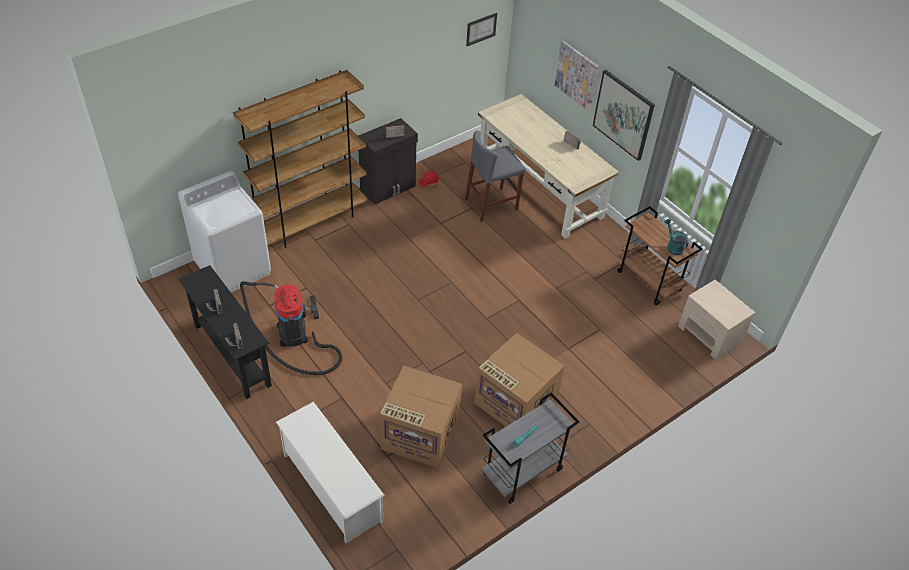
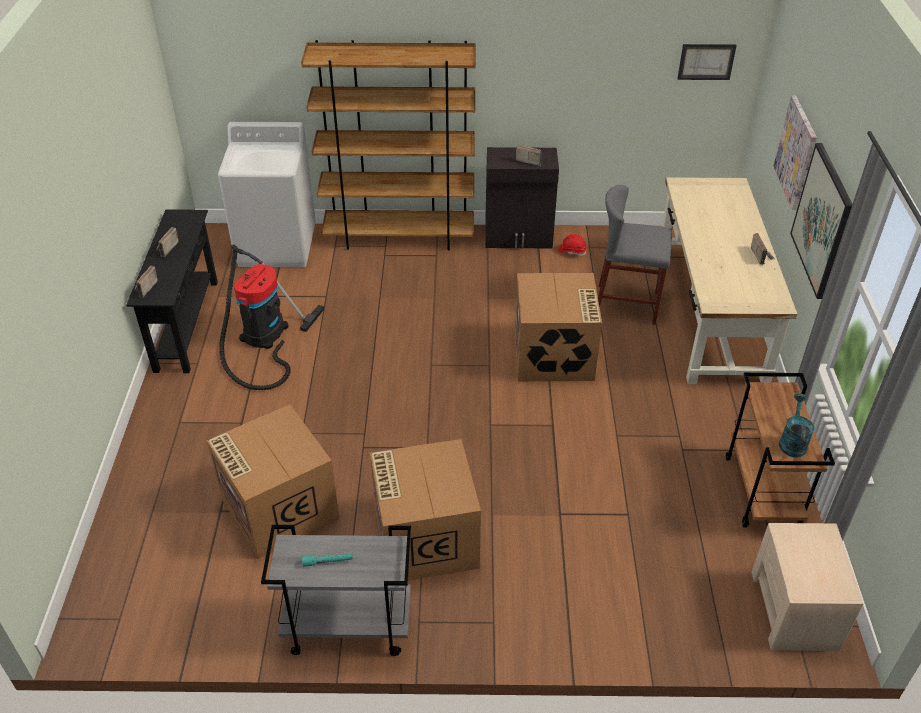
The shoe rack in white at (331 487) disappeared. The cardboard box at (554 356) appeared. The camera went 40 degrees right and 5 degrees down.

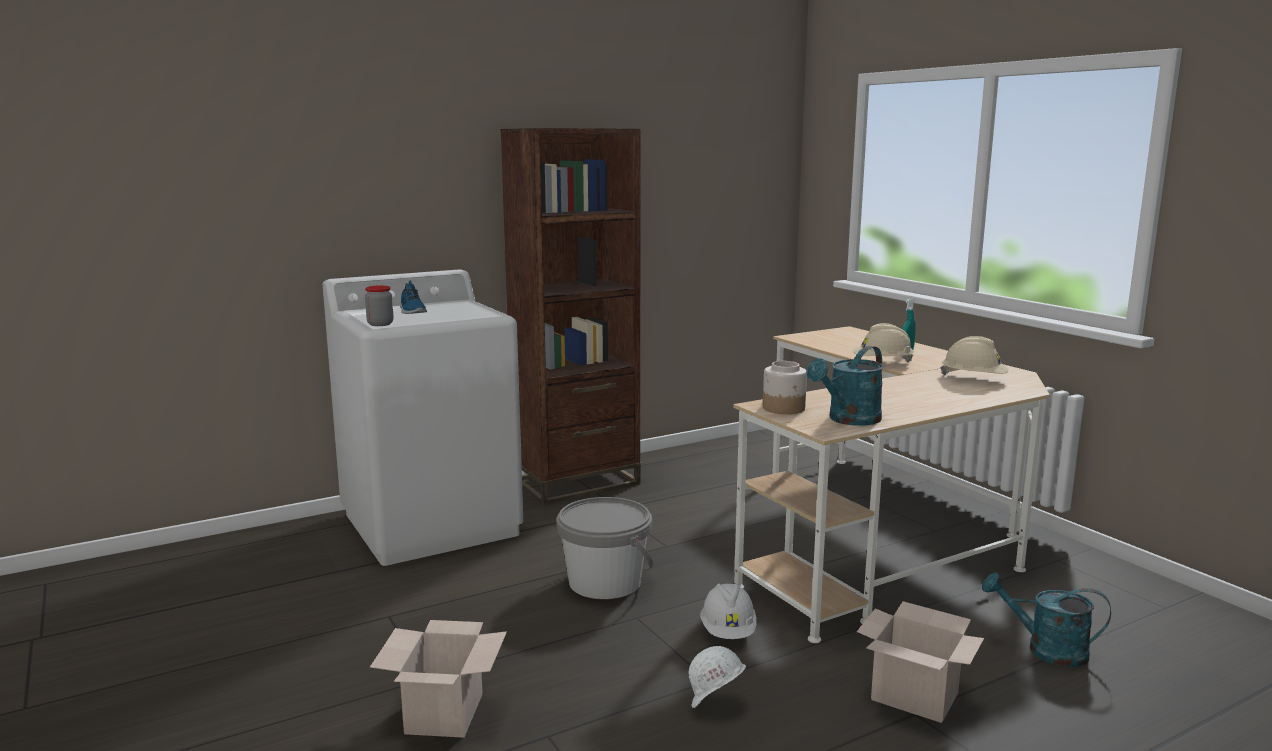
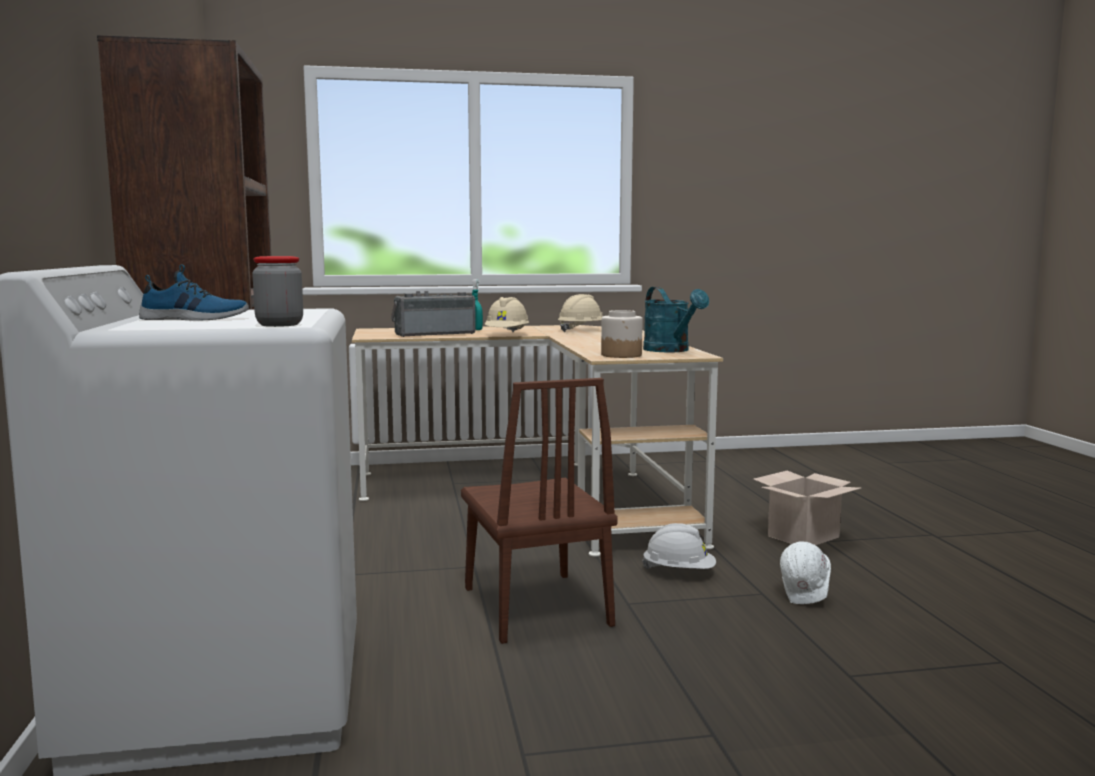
The cardboard box at (443 712) disappeared. The bucket in grey at (605 582) was replaced by the chair in brown at (535 606). The watering can in turquoise at (1046 650) disappeared. The radio at (434 334) appeared. The camera went 70 degrees left and 5 degrees down.

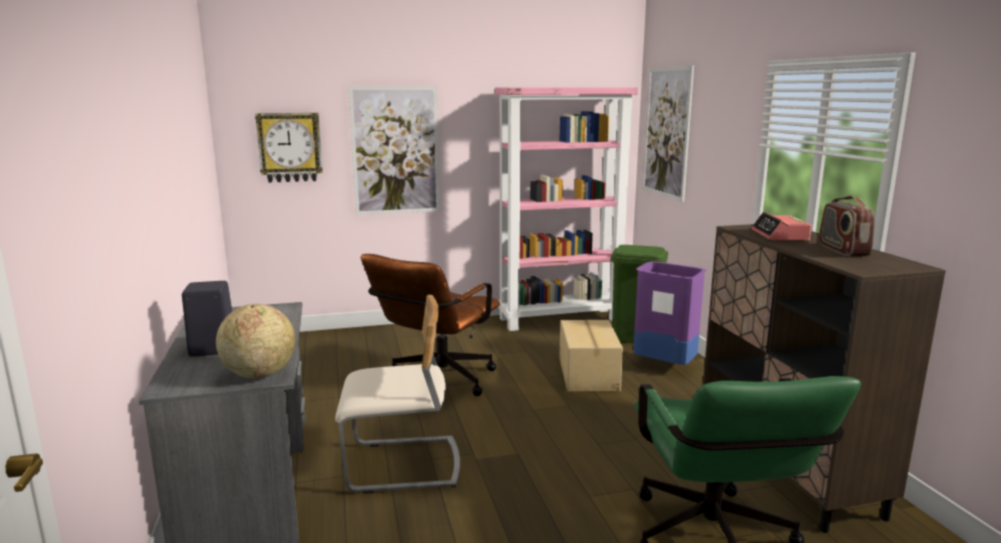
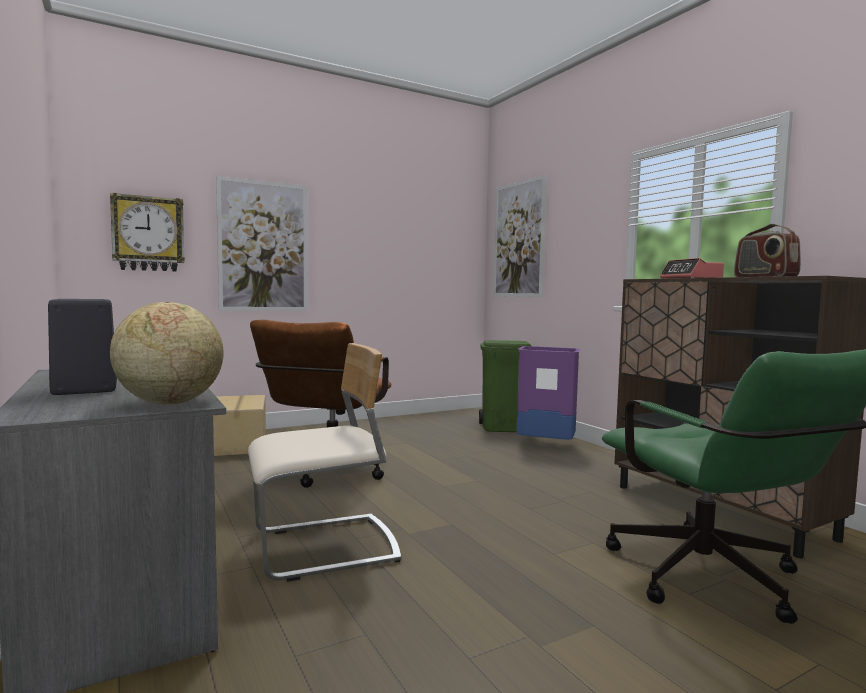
The bookcase in pink at (560 319) disappeared. The cardboard box moved from (589 374) to (240 444). The camera went 15 degrees left and 10 degrees down.

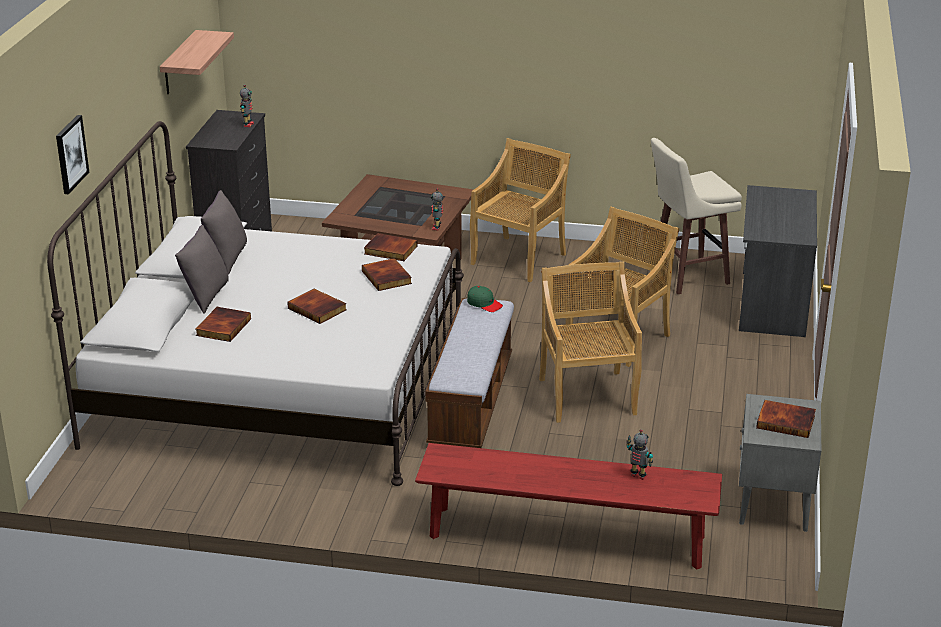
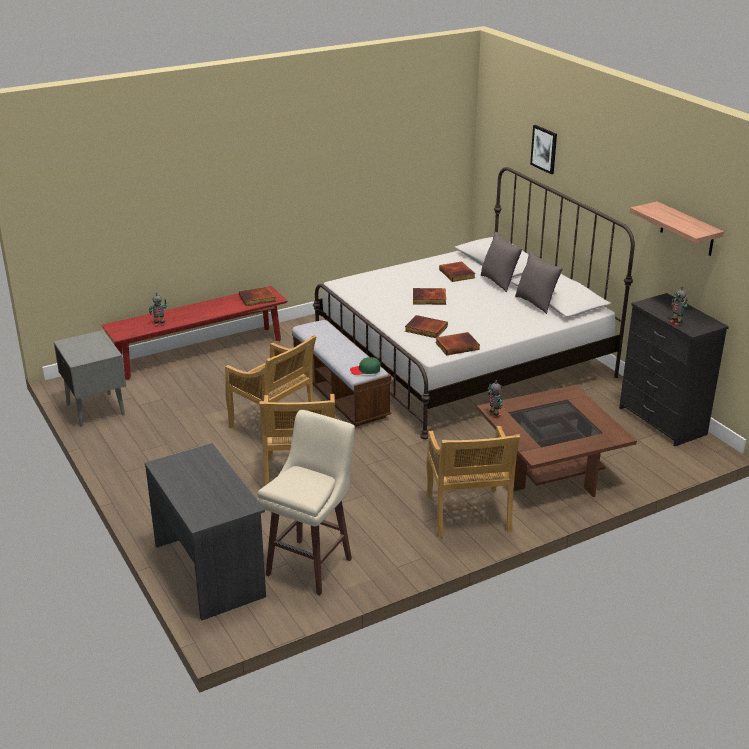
The book moved from (786 421) to (257 299). The camera went 140 degrees right and 0 degrees up.

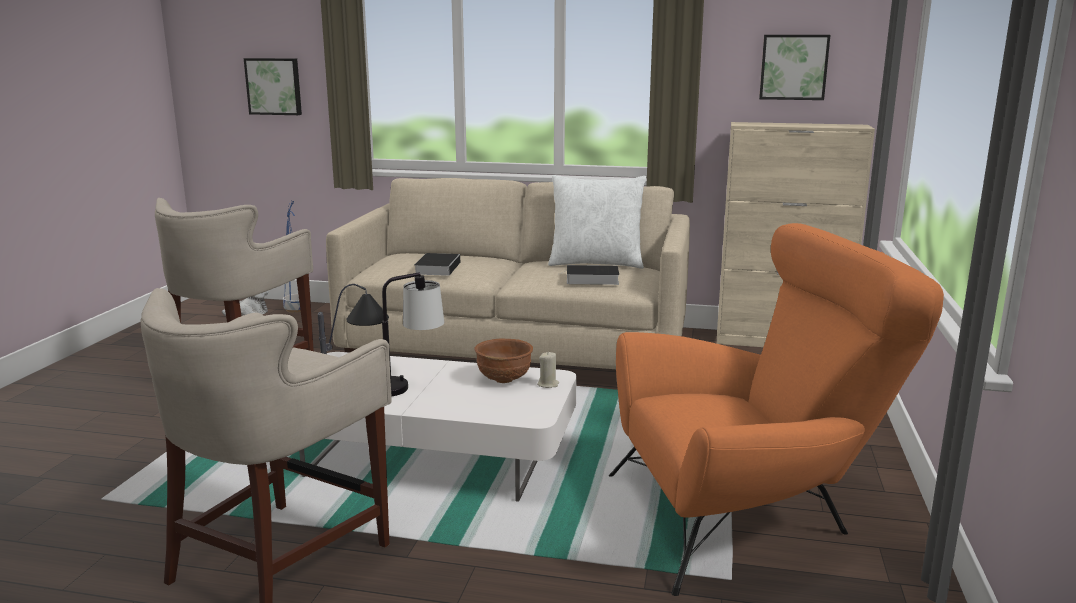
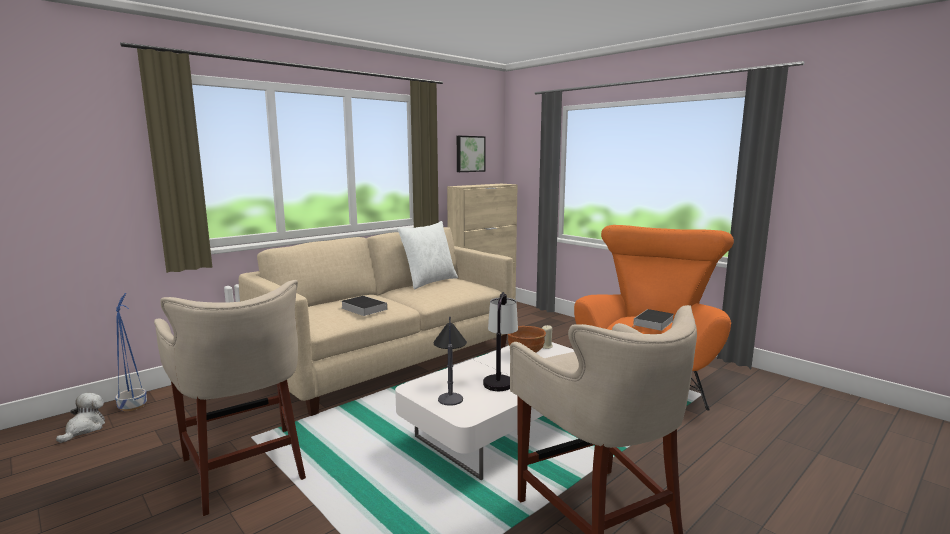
The picture at (274 86) disappeared. The book moved from (590 279) to (653 323). The camera went 55 degrees left and 5 degrees down.

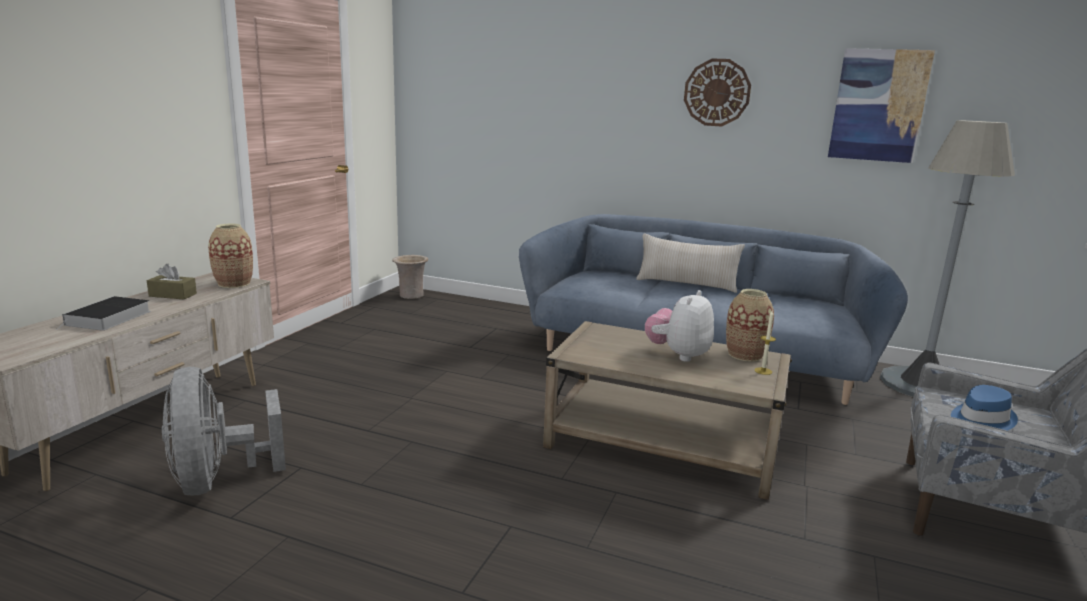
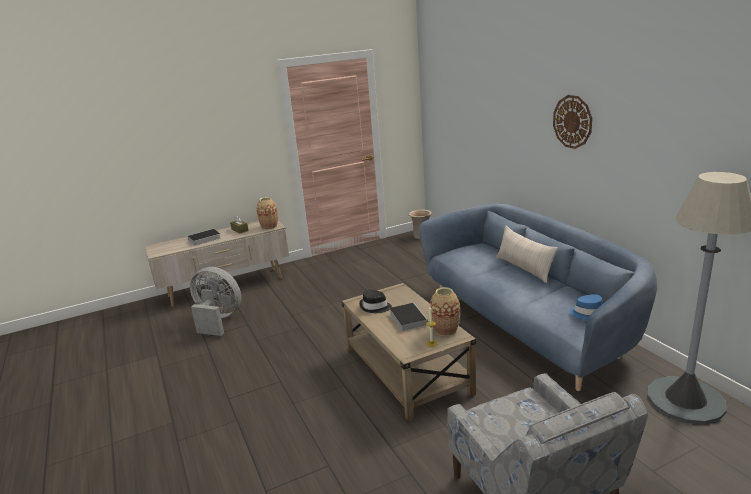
The fan in grey at (218 480) turned 90 degrees clockwise. The plush toy at (678 355) was replaced by the book at (407 319). The picture at (878 105) disappeared. The hat in blue moved from (980 419) to (588 312). The hat in black at (375 307) appeared. The camera went 45 degrees right and 5 degrees up.

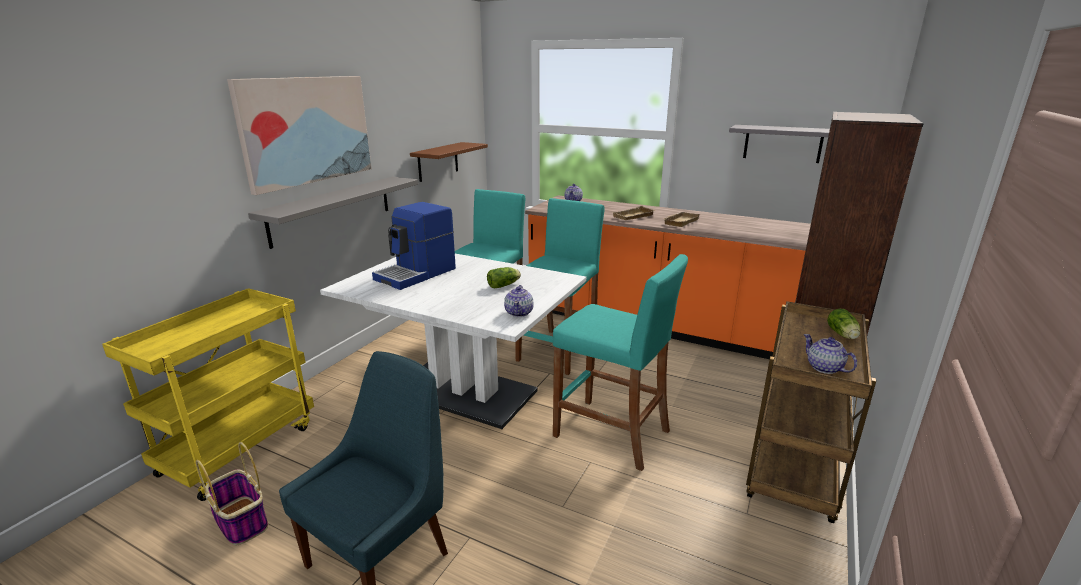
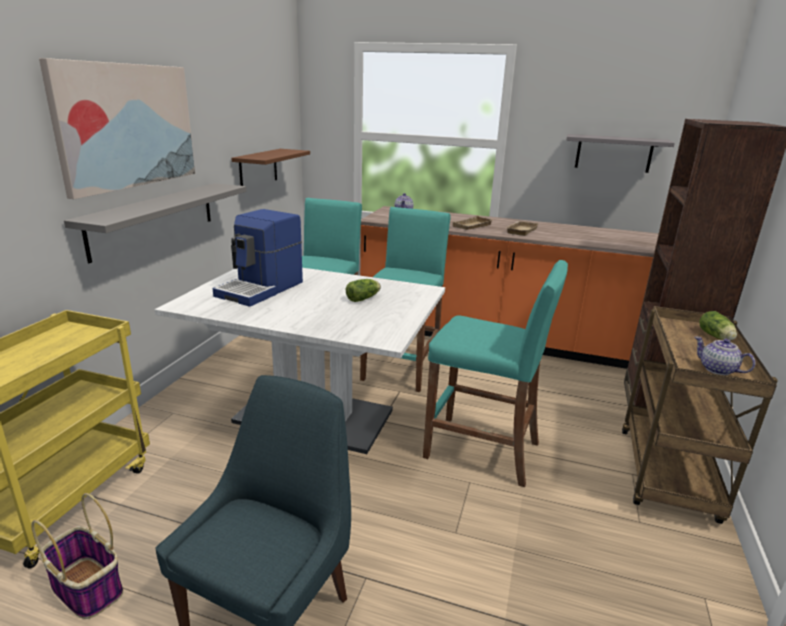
The teapot at (519 312) disappeared. The camera went 10 degrees left and 0 degrees up.

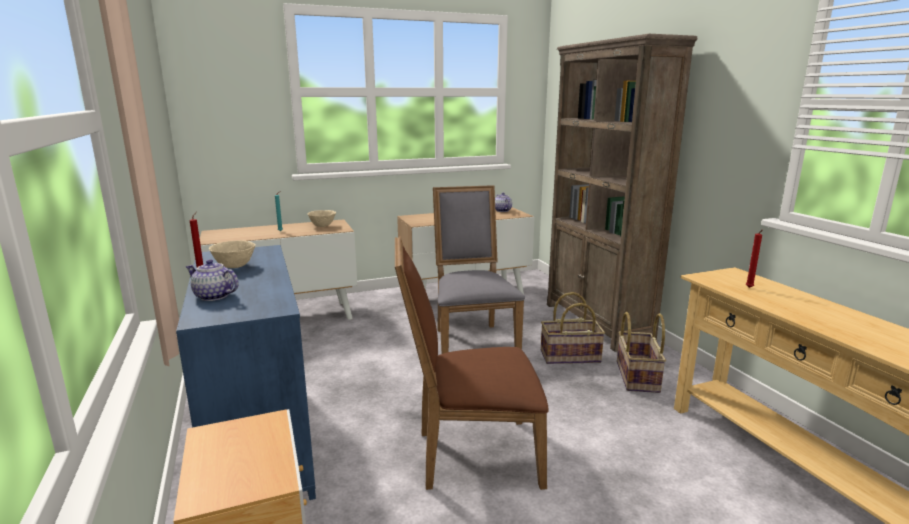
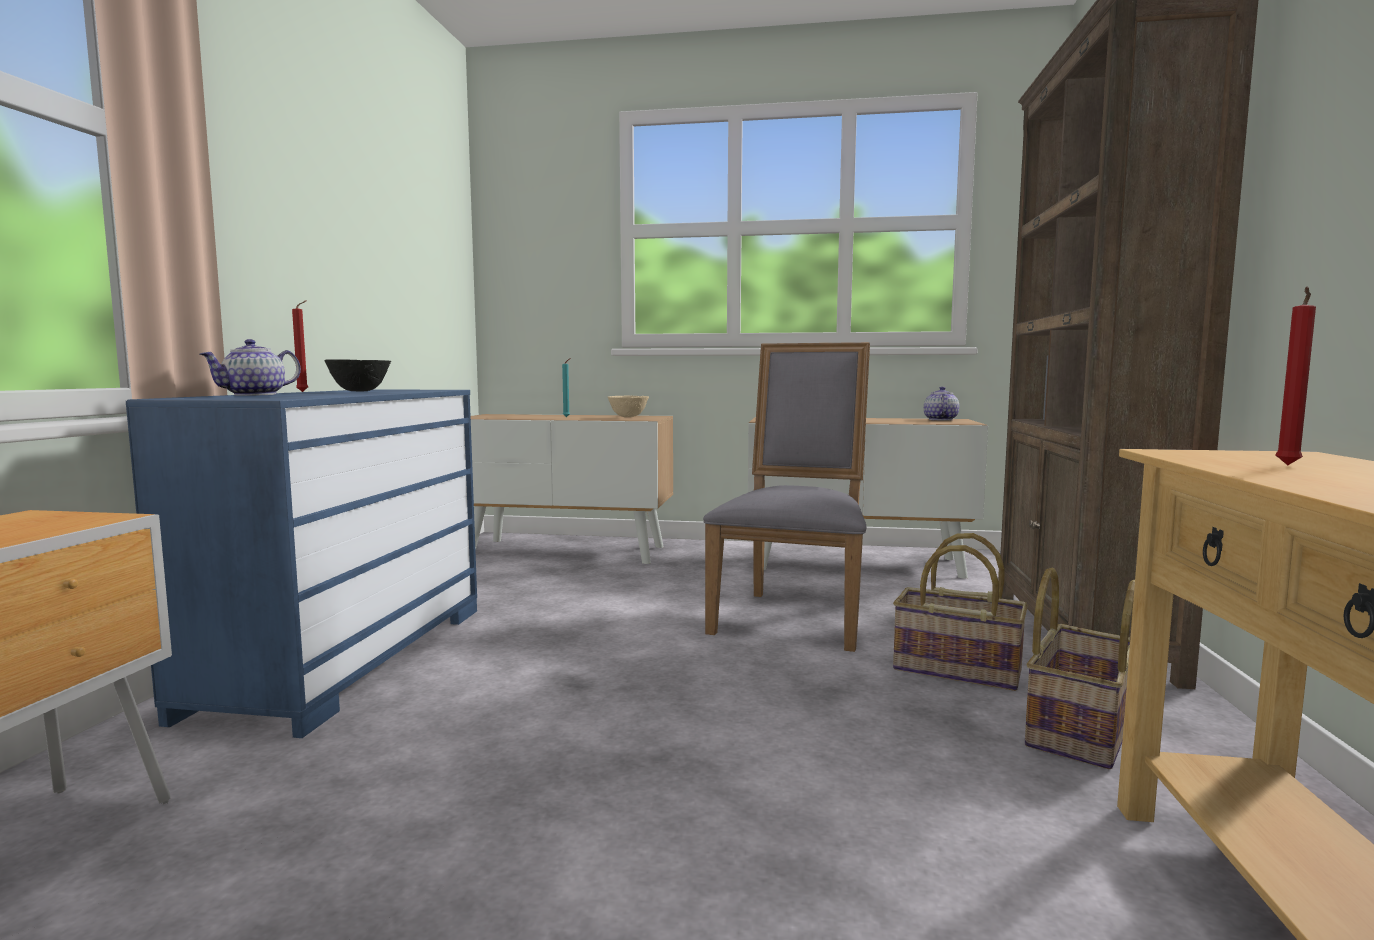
The teapot at (213 296) turned 105 degrees counterclockwise. The bowl in beige at (235 266) became the bowl in black at (360 391). The chair in brown at (470 455) disappeared. The camera went 30 degrees right and 10 degrees down.

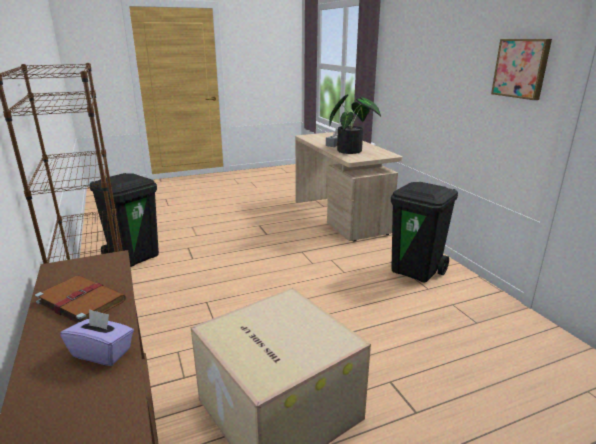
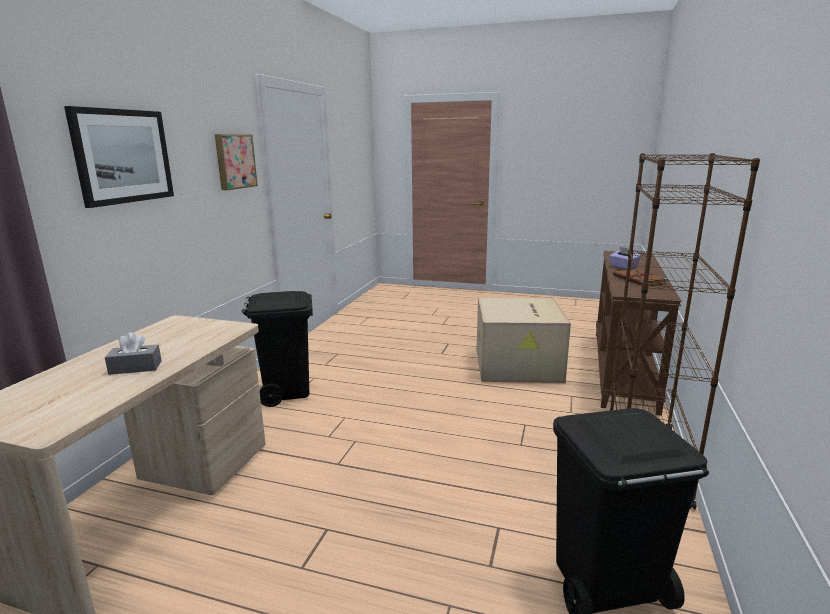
The potted plant at (352 150) disappeared. The picture at (123 156) appeared. The camera went 140 degrees left and 5 degrees down.

